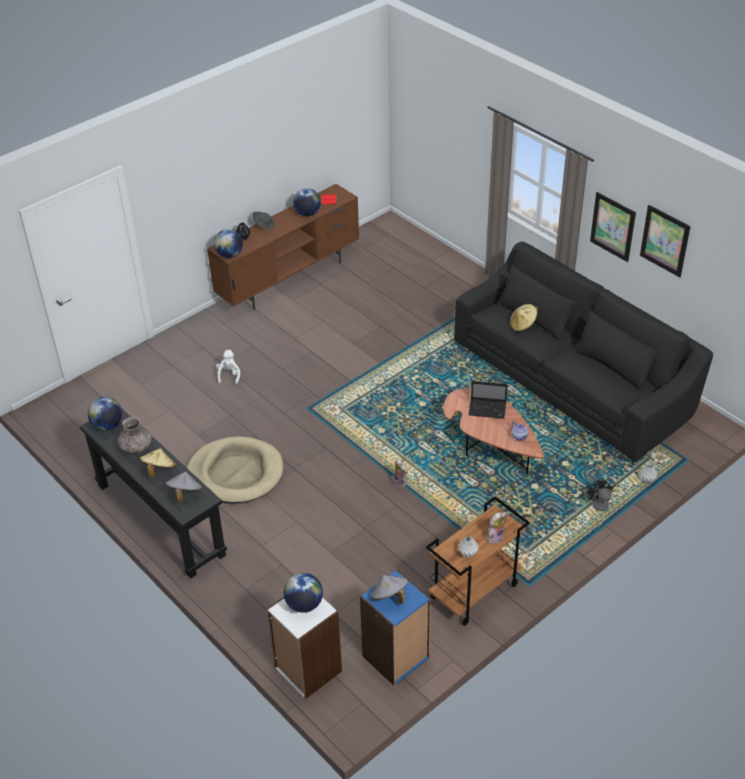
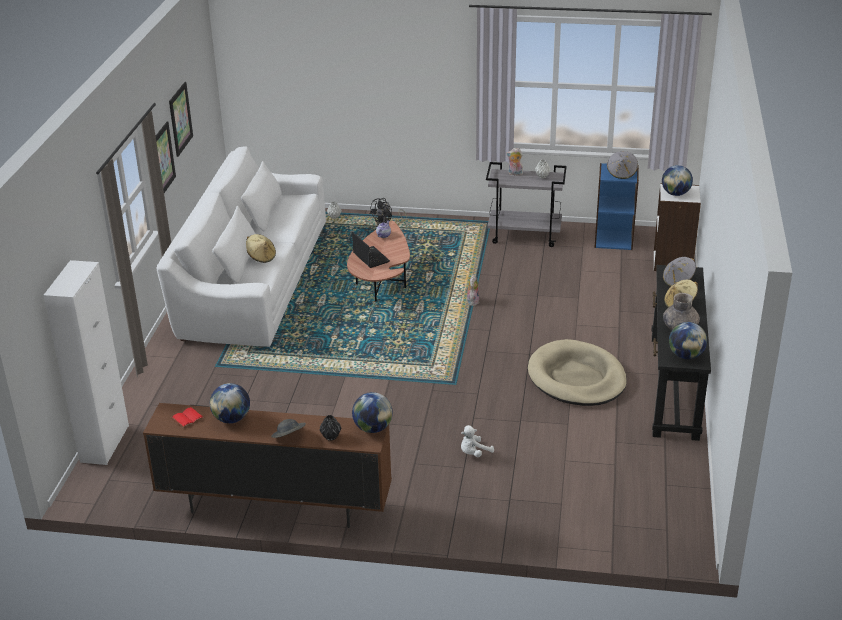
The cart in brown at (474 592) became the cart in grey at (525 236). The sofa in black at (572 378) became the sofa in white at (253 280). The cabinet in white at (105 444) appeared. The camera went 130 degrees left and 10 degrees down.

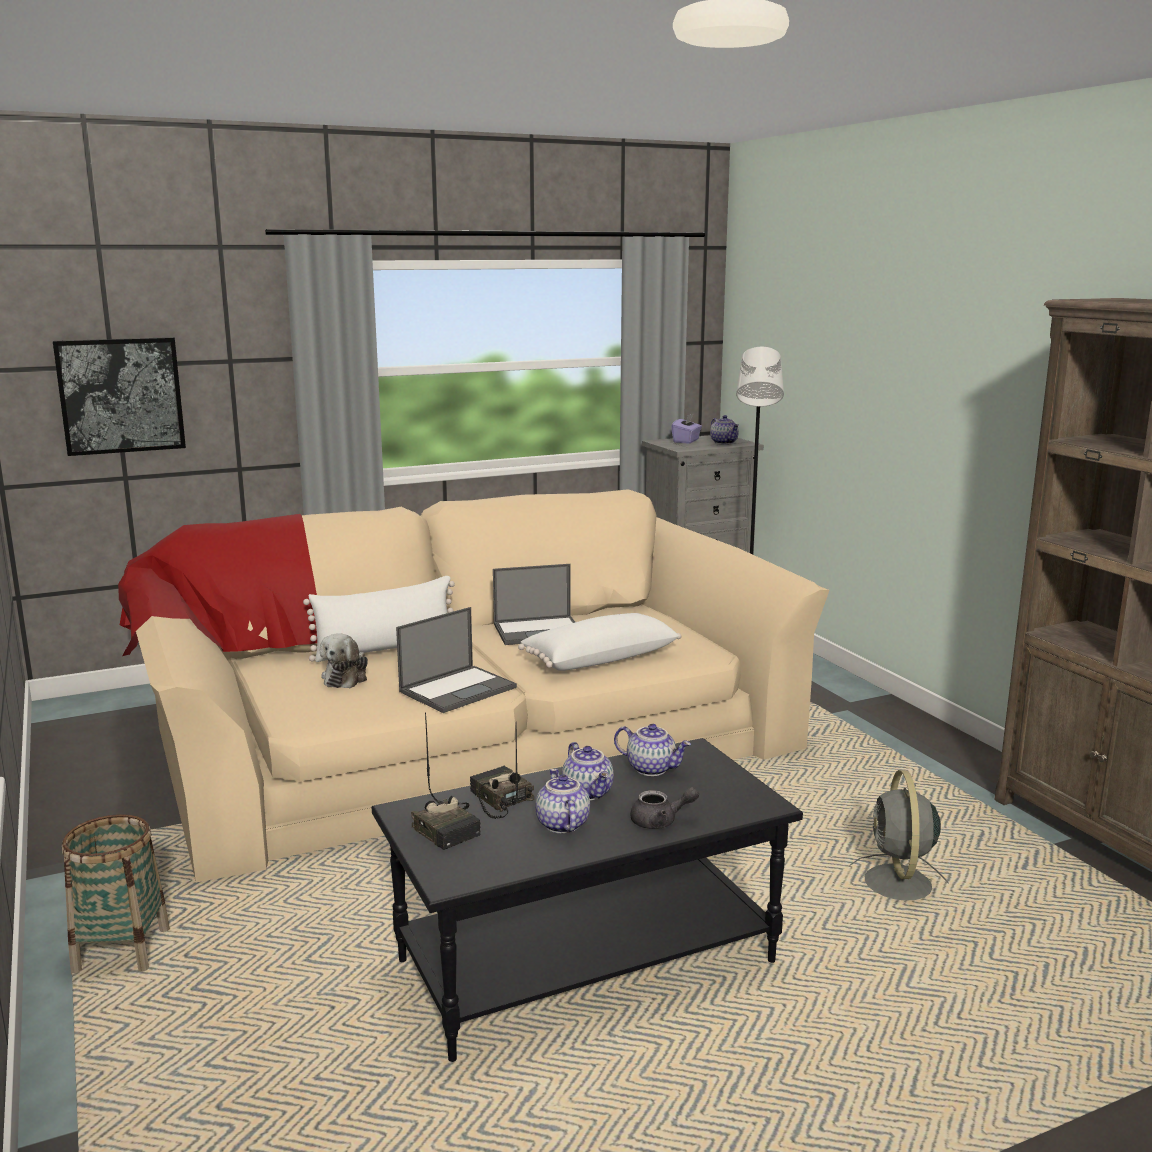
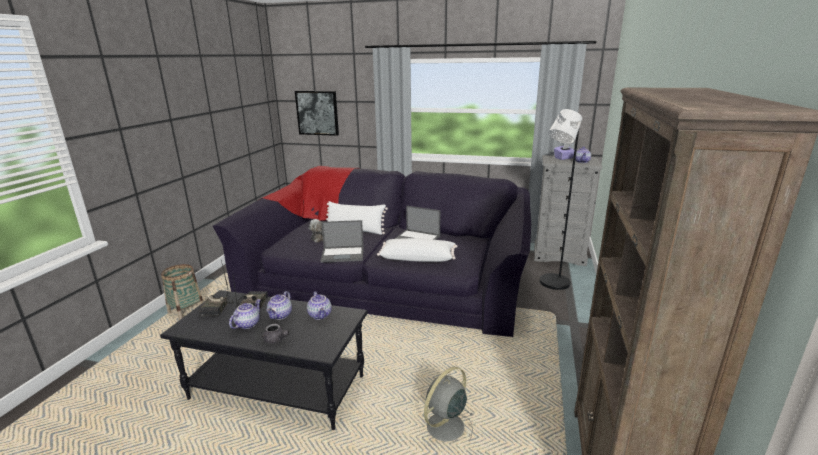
The sofa in beige at (460 726) became the sofa in black at (389 271). The camera went 40 degrees right and 5 degrees up.

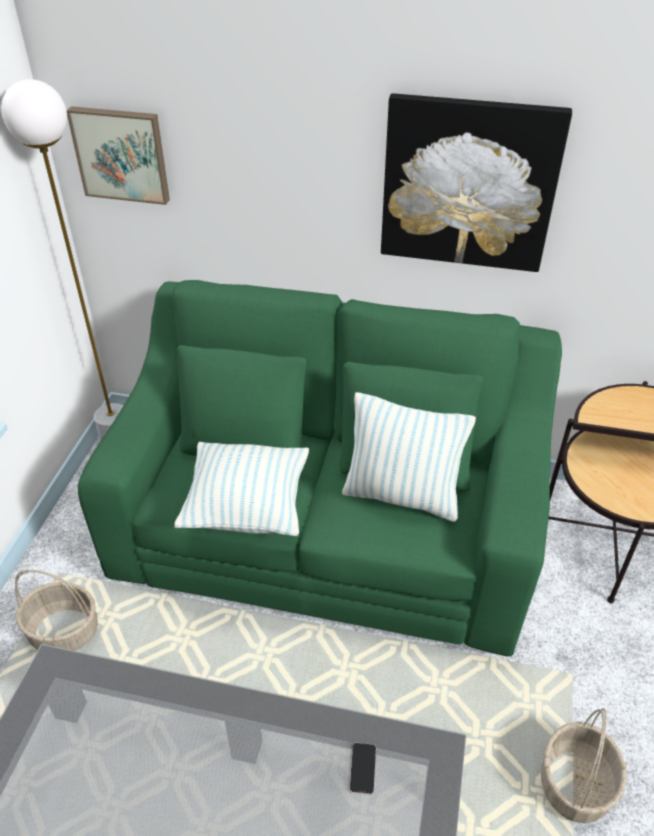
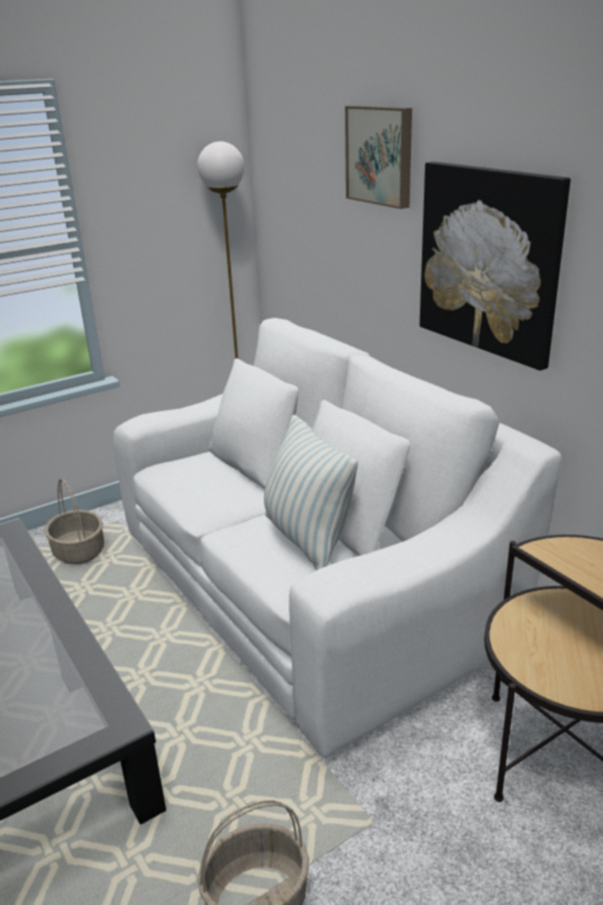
The picture moved from (122 154) to (381 155). The sofa in green at (327 531) became the sofa in white at (308 591). The pillow at (247 508) disappeared. The phone at (363 768) disappeared. The camera went 45 degrees right and 15 degrees down.

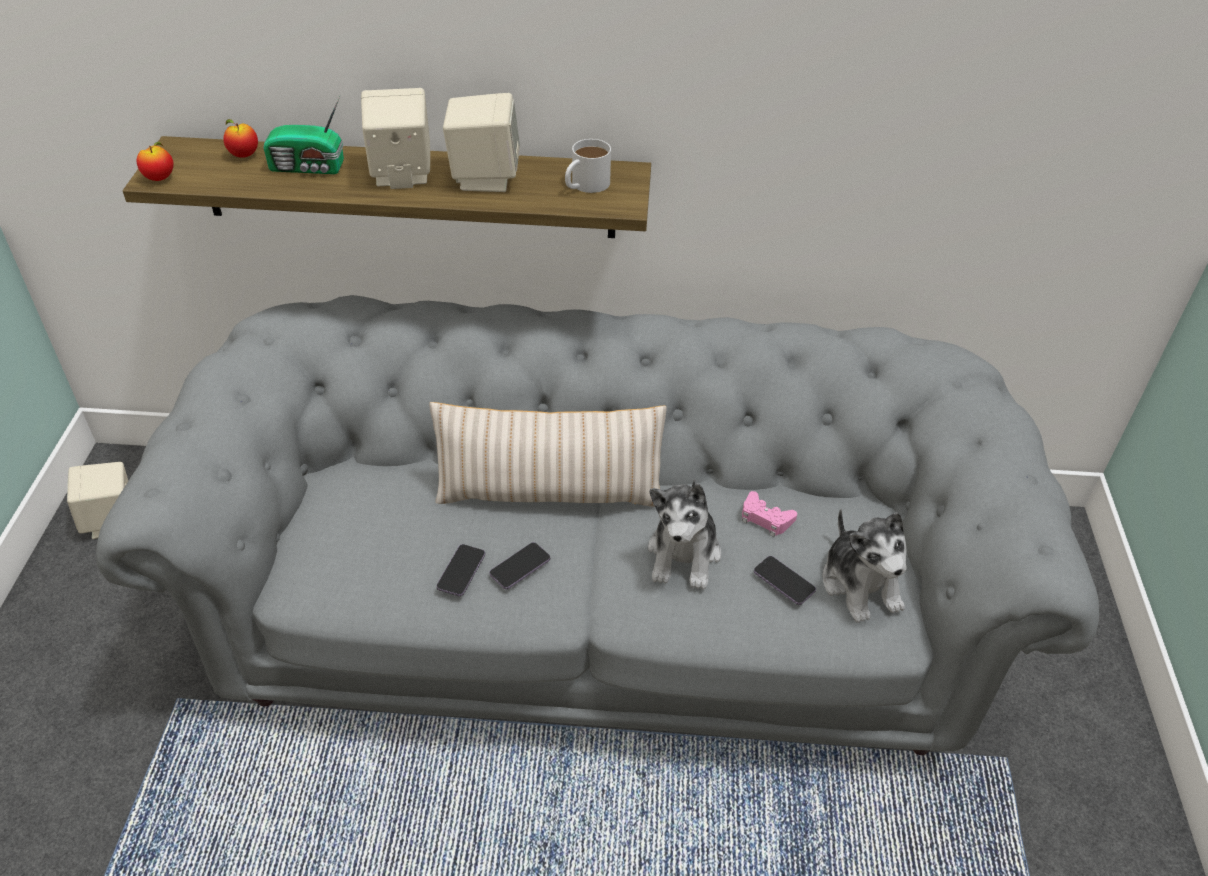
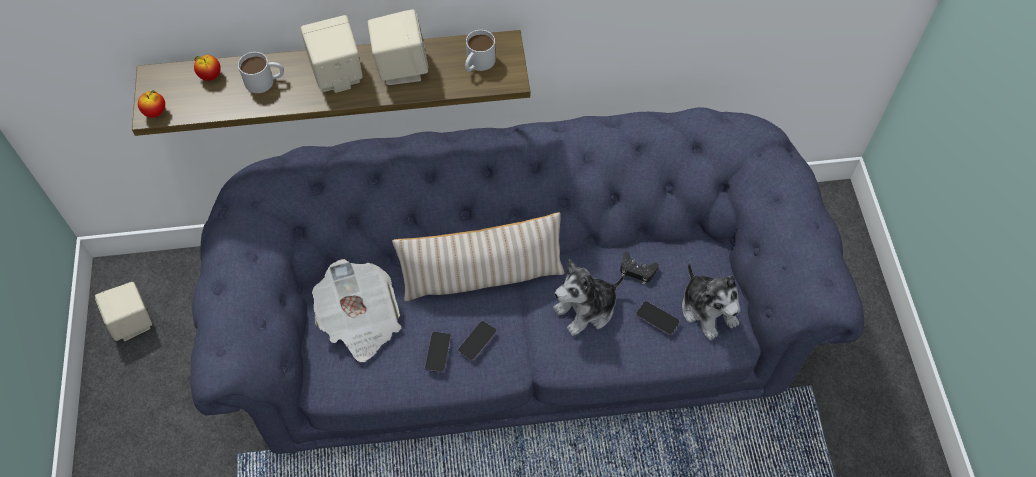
The sofa in grey at (599 610) became the sofa in blue at (518 328). The radio at (309 168) was replaced by the mug in white at (265 81). The plush toy at (684 554) turned 60 degrees clockwise. The game controller in pink at (765 518) became the game controller in black at (637 270). The newspaper at (360 321) appeared. The camera went 10 degrees left and 15 degrees up.

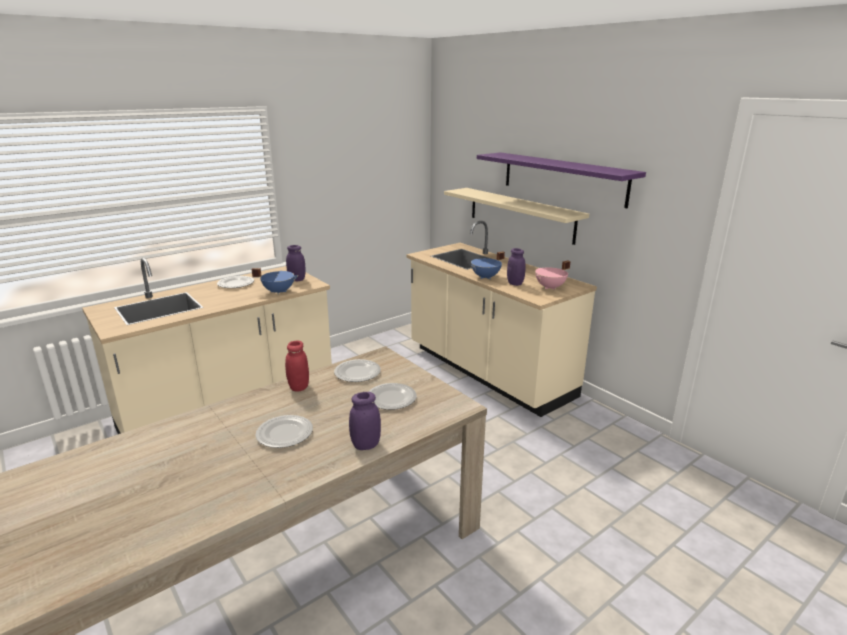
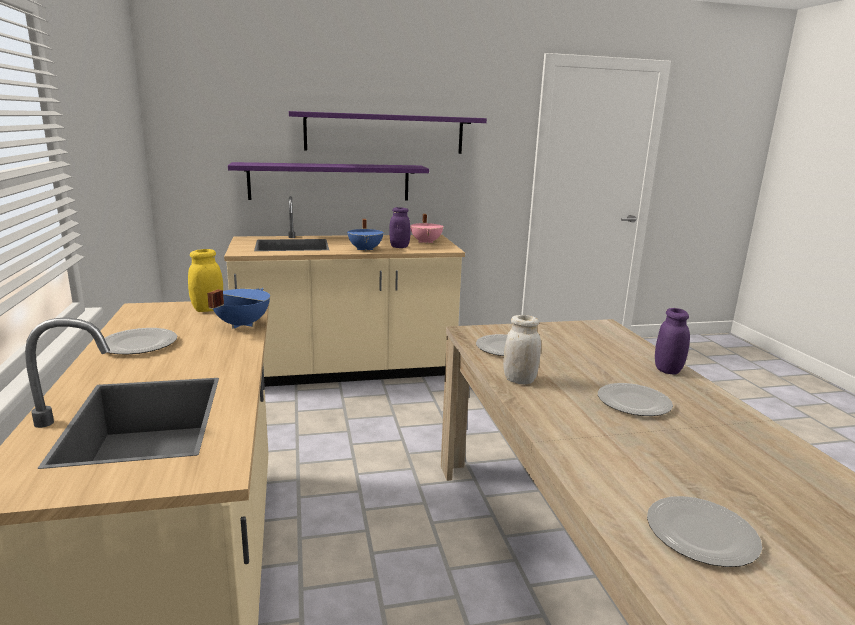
The jar in red at (298 387) became the jar in white at (519 380). The jar in purple at (297 279) became the jar in yellow at (208 309). The plate moved from (392 398) to (701 533). The shelf in beige at (520 214) became the shelf in purple at (330 182). The camera went 65 degrees left and 5 degrees down.

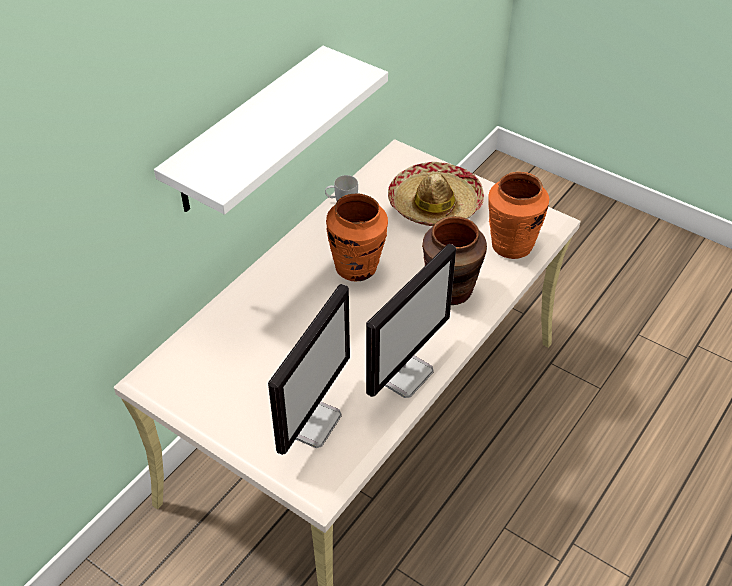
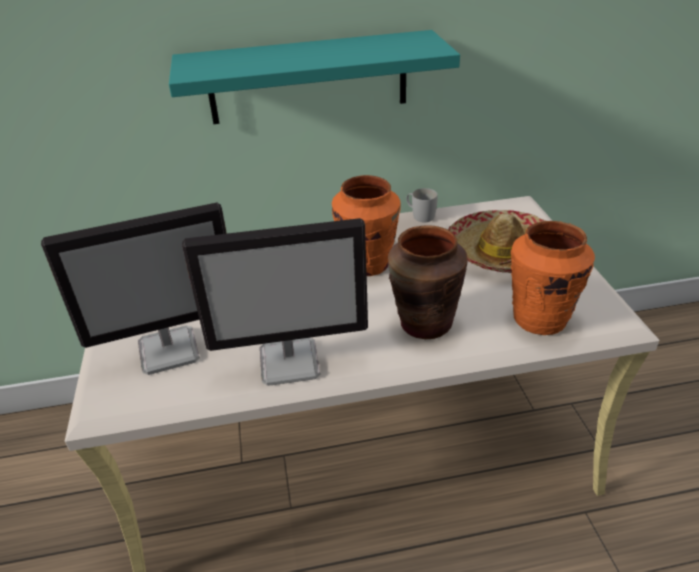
The shelf in white at (247 131) became the shelf in turquoise at (308 78). The camera went 45 degrees right and 10 degrees down.

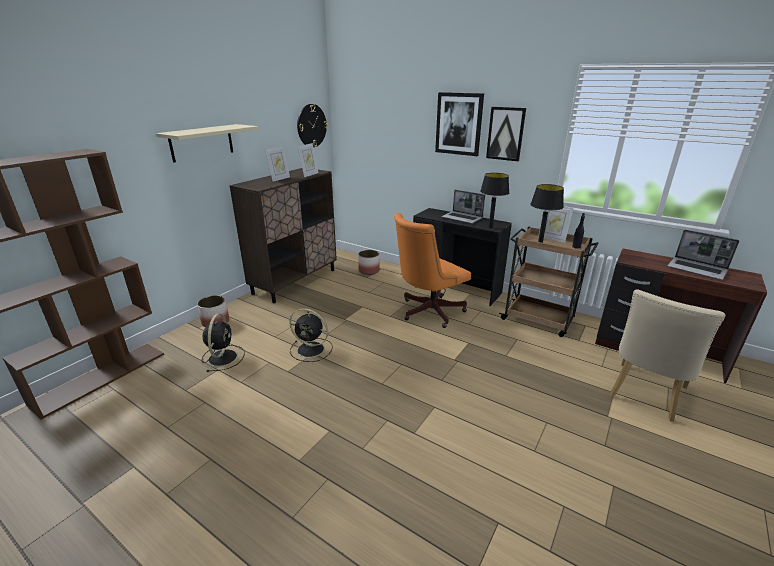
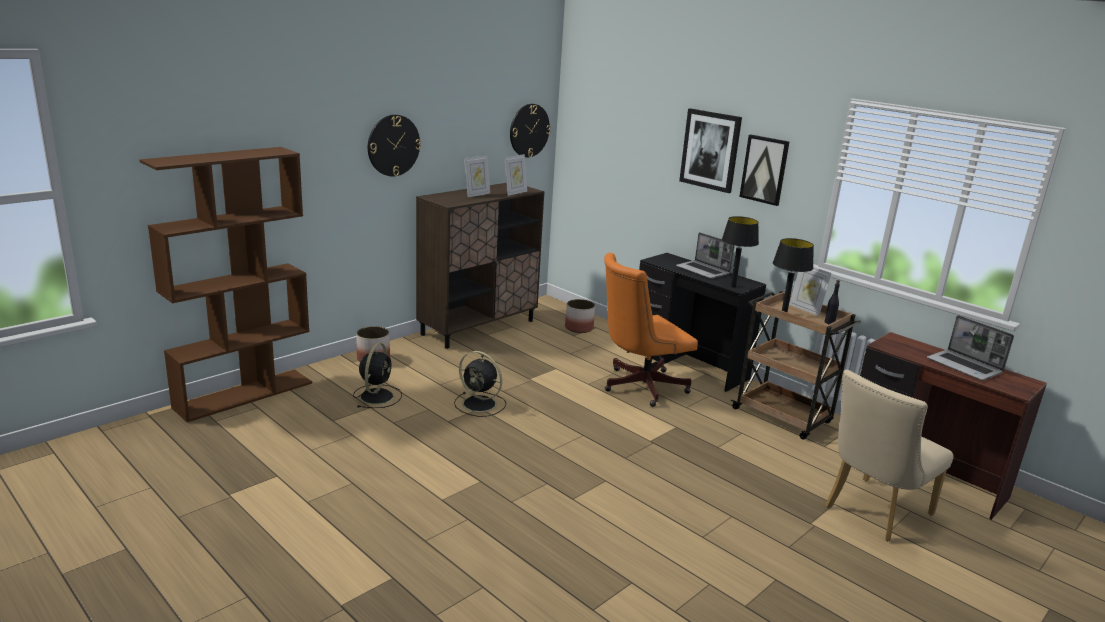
The shelf in beige at (202 142) was replaced by the wall clock at (393 145). The camera went 10 degrees right and 5 degrees down.

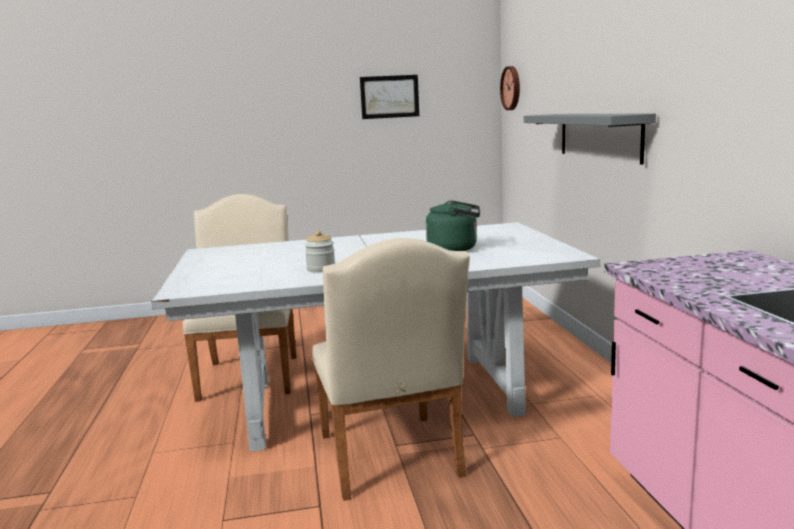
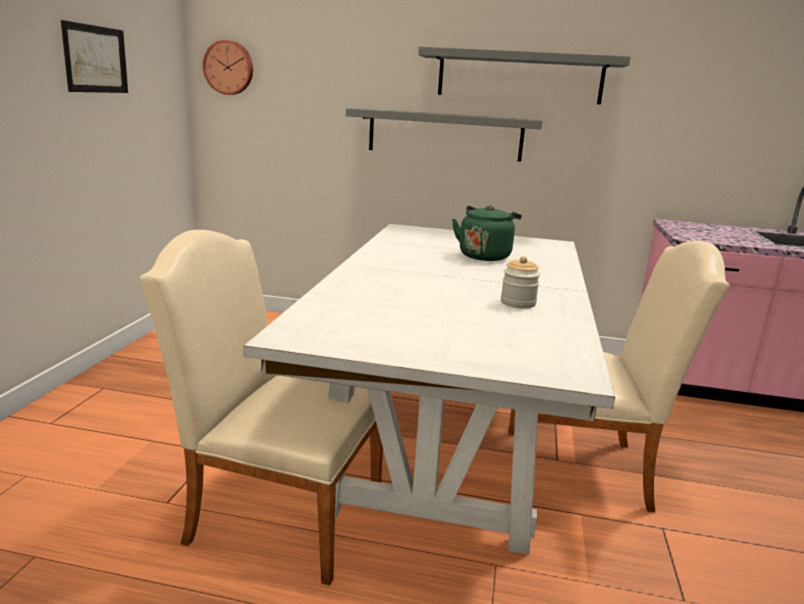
The shelf in grey at (519 77) appeared. The camera went 70 degrees left and 5 degrees up.

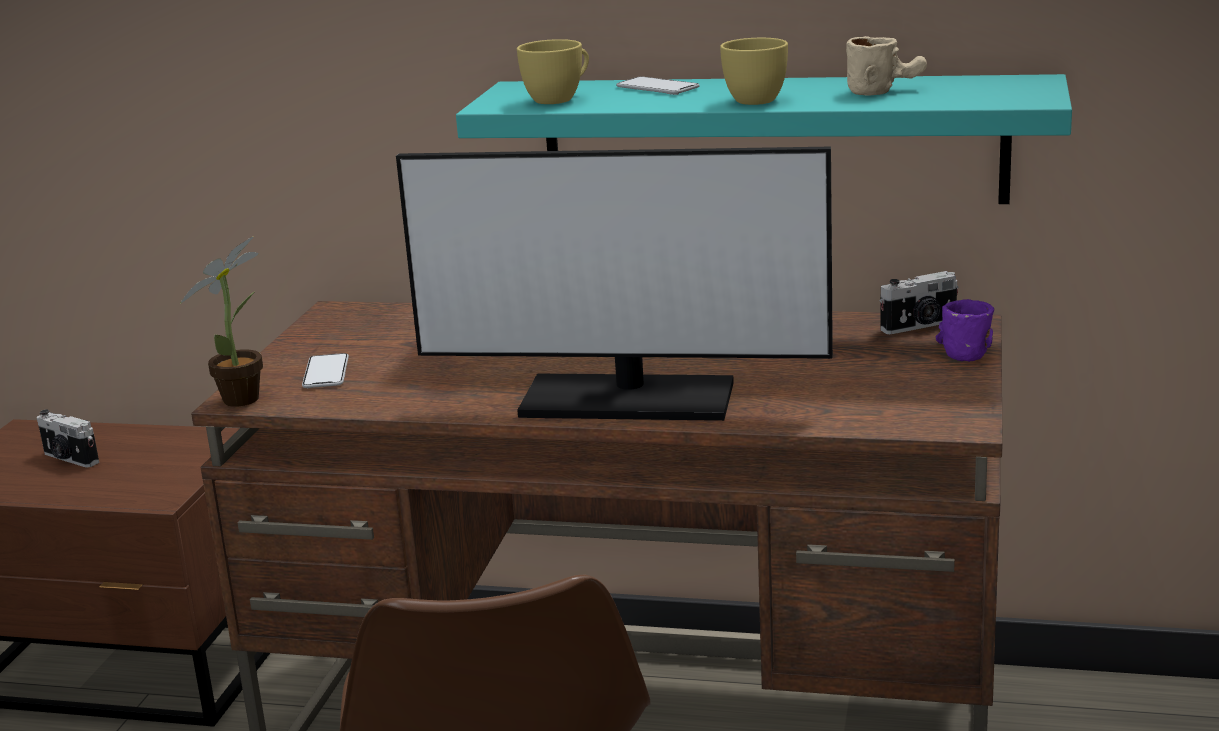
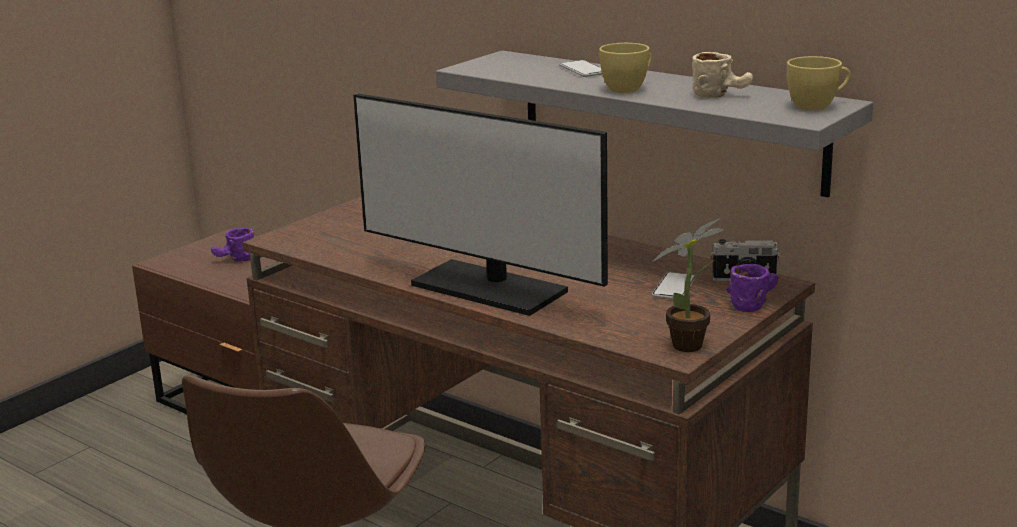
The photo camera at (69 459) was replaced by the mug in purple at (235 260). The potted plant moved from (247 397) to (692 344). The phone moved from (326 373) to (674 287). The shelf in turquoise at (772 140) became the shelf in grey at (669 120). The cup in yellow moved from (559 99) to (818 106). The camera went 25 degrees right and 0 degrees up.

